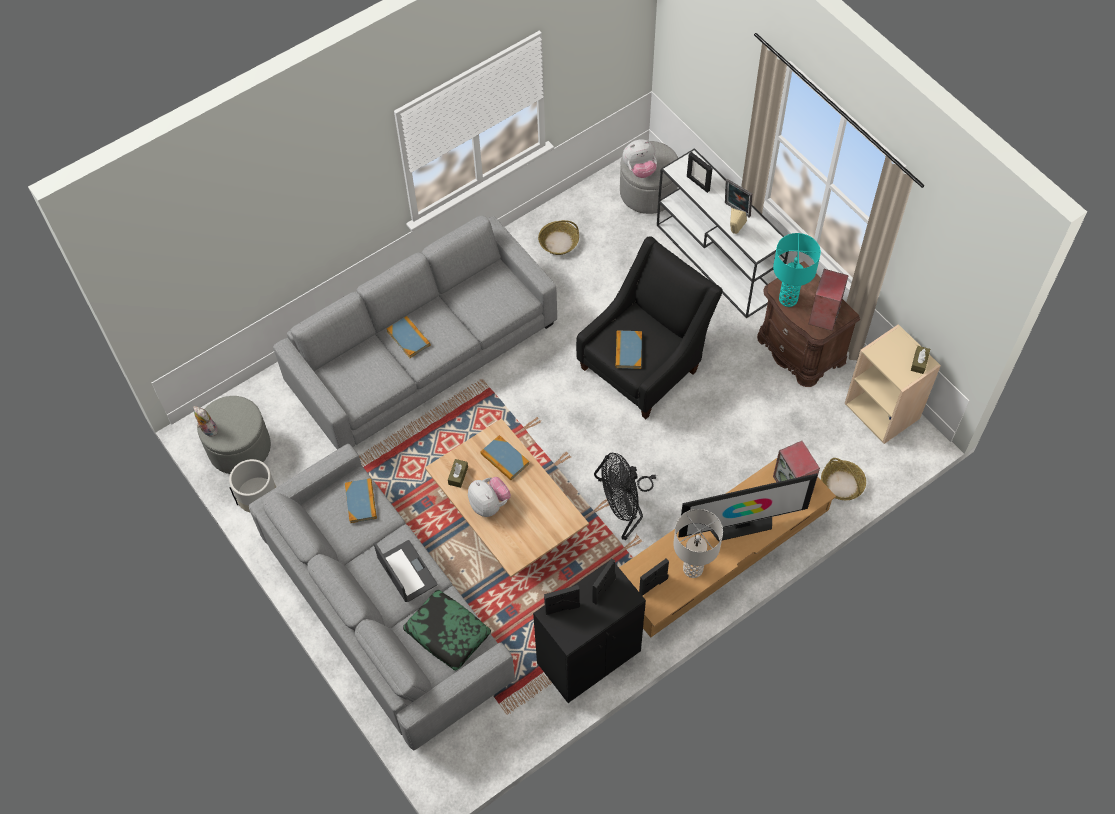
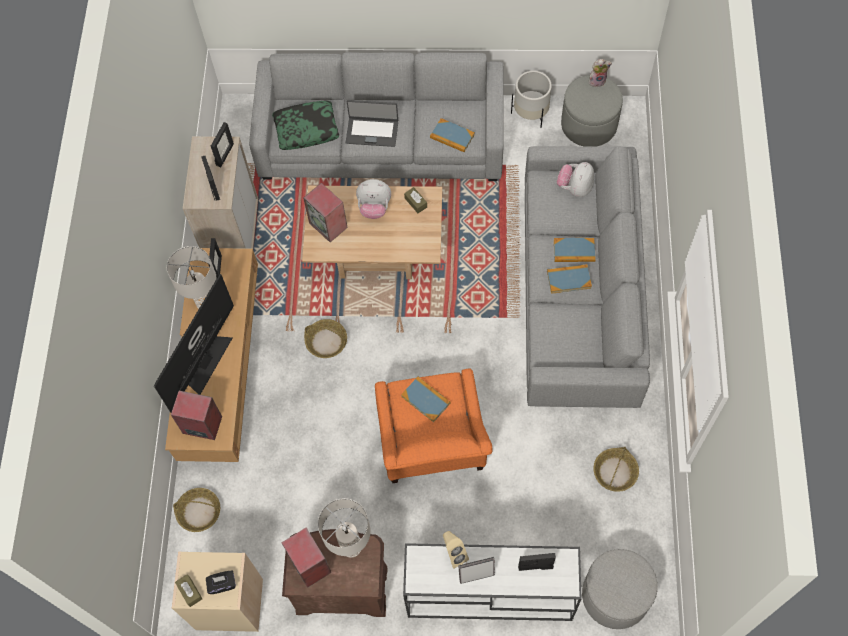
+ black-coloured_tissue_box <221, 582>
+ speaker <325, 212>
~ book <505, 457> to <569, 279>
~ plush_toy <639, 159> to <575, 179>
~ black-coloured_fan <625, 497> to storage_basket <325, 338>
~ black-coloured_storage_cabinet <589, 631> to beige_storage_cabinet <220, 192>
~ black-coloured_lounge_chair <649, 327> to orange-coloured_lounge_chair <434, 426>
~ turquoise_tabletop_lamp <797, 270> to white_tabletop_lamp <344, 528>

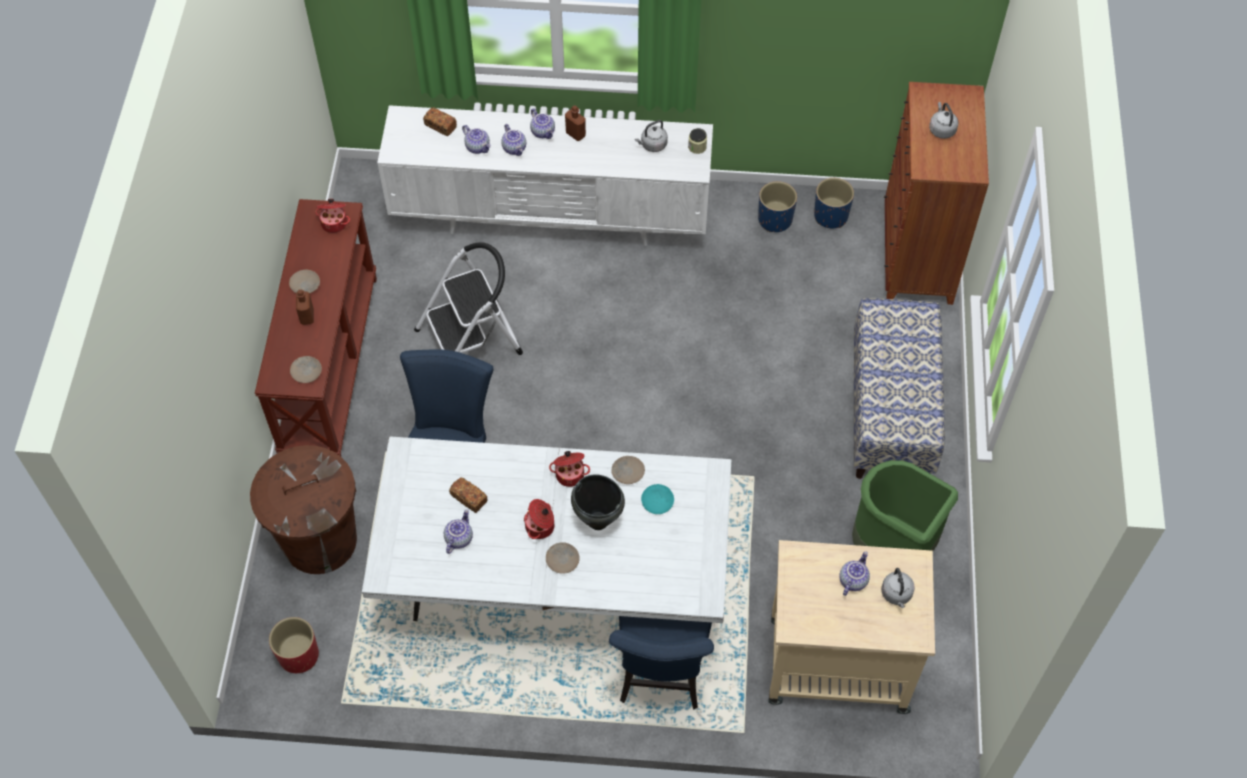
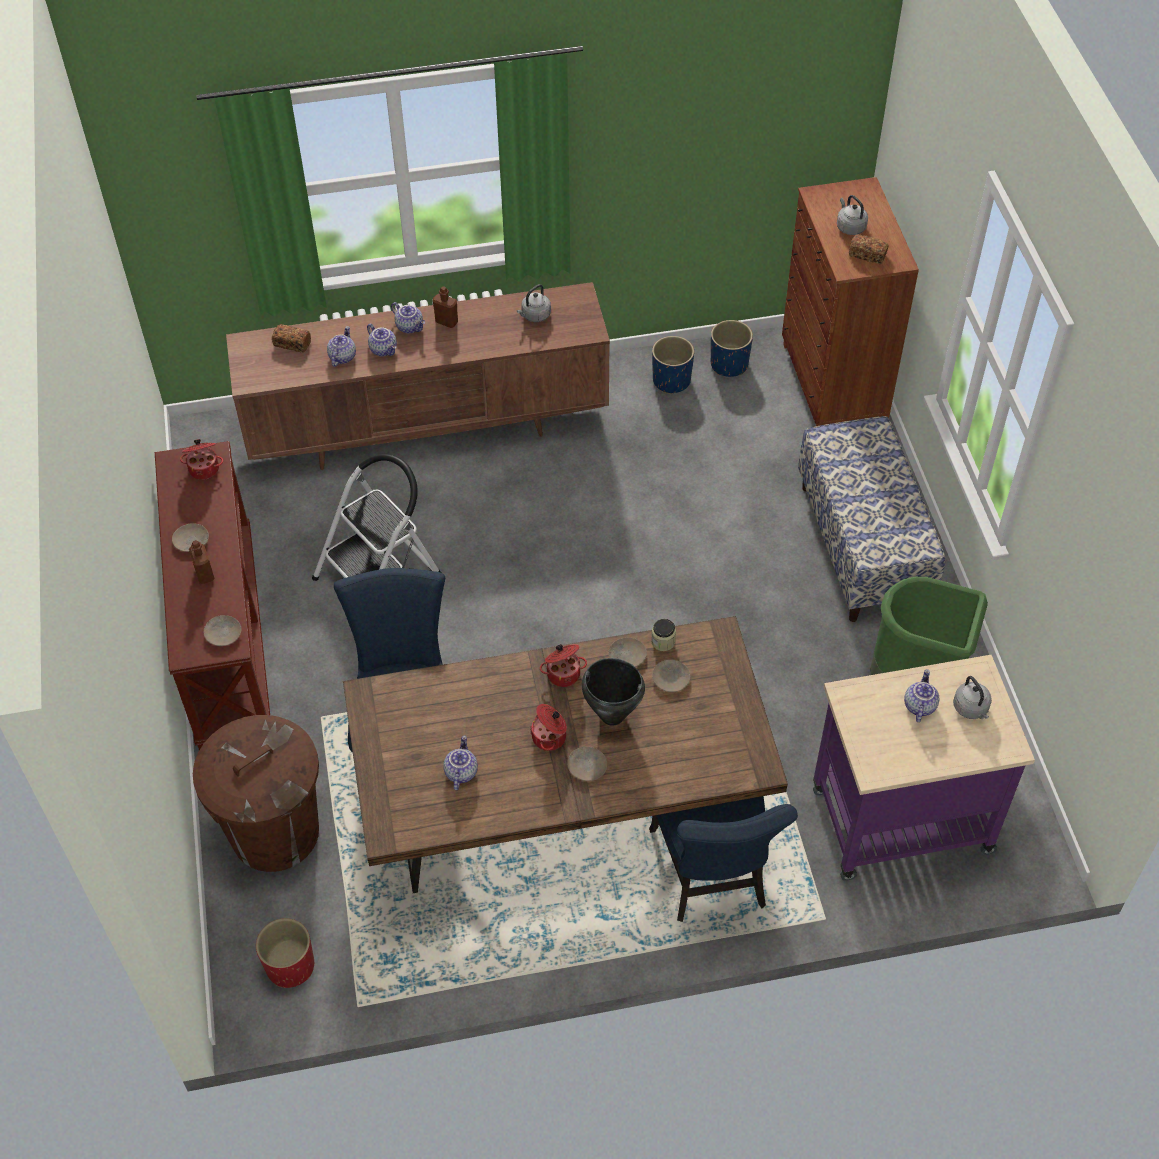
~ bakery_bread <468, 495> to <869, 249>
~ storage_jar <697, 141> to <663, 635>
~ white_dining_table <546, 529> to brown_dining_table <565, 754>
~ white_storage_cabinet <545, 175> to brown_storage_cabinet <418, 376>
~ turquoise_dinner_plate <657, 499> to beige_dinner_plate <671, 676>
~ beige_trolley <852, 627> to purple-coloured_trolley <924, 768>
~ pot_for_tea <476, 139> = <341, 346> 105 degrees counterclockwise

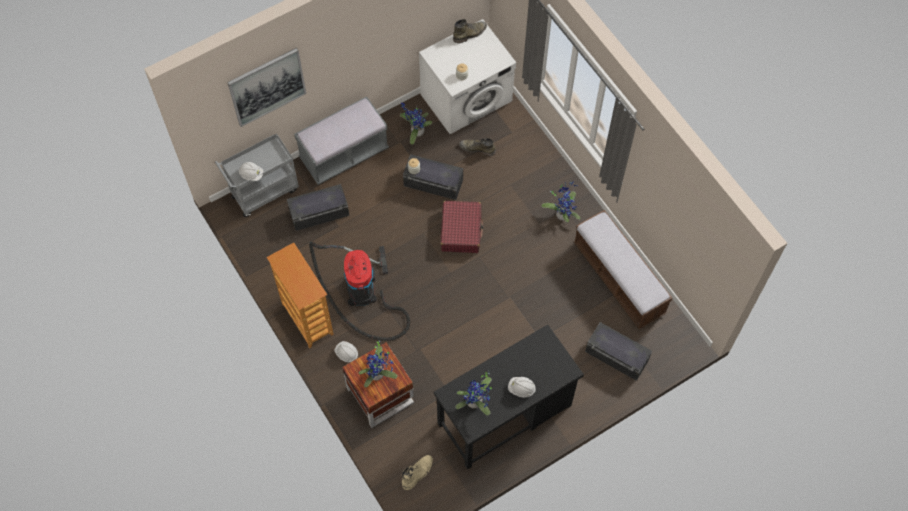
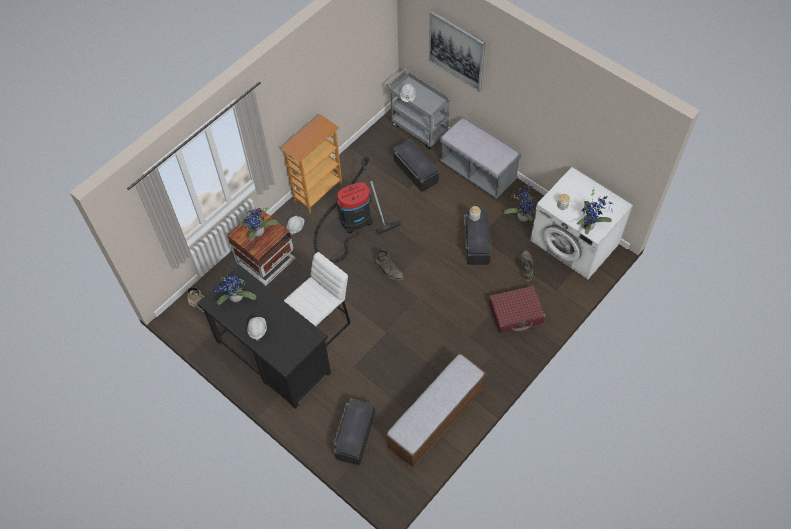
+ white_sitting_stool <317, 299>
~ reddish_piece_of_luggage <462, 227> to <517, 309>
~ green-coloured_tall_boot <470, 31> to <389, 264>
~ plant_in_a_pot <561, 201> to <594, 210>

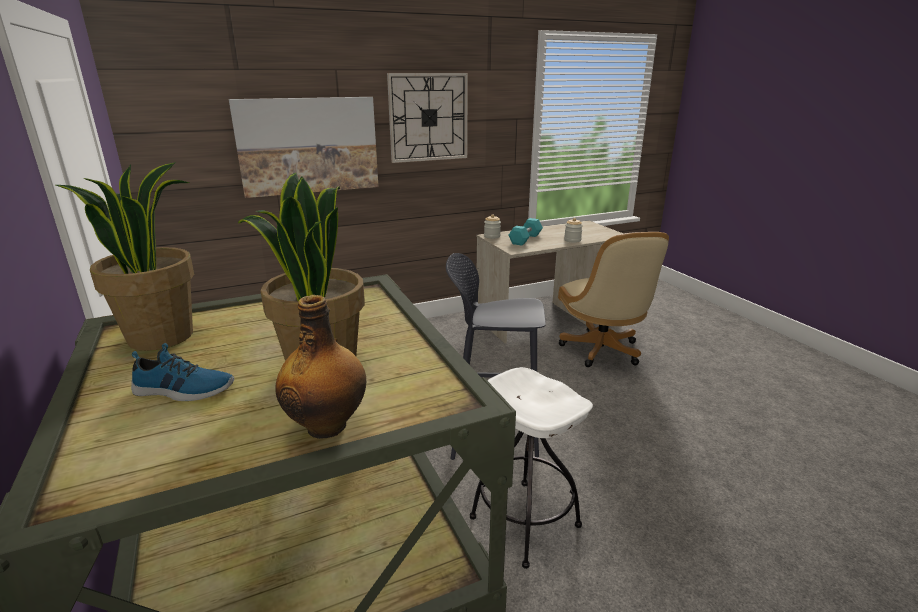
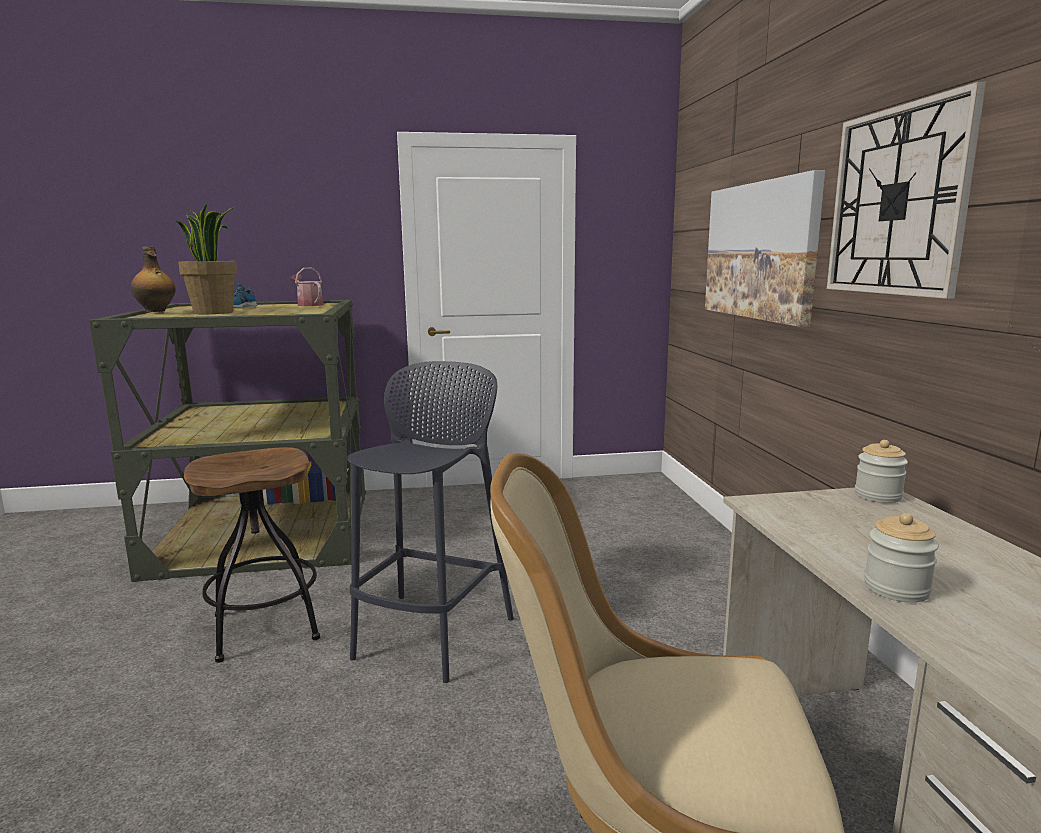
- turquoise_hand_weight <526, 232>
~ plant_in_a_pot <125, 256> to watering_can <307, 287>
~ white_sitting_stool <531, 468> to brown_sitting_stool <252, 555>

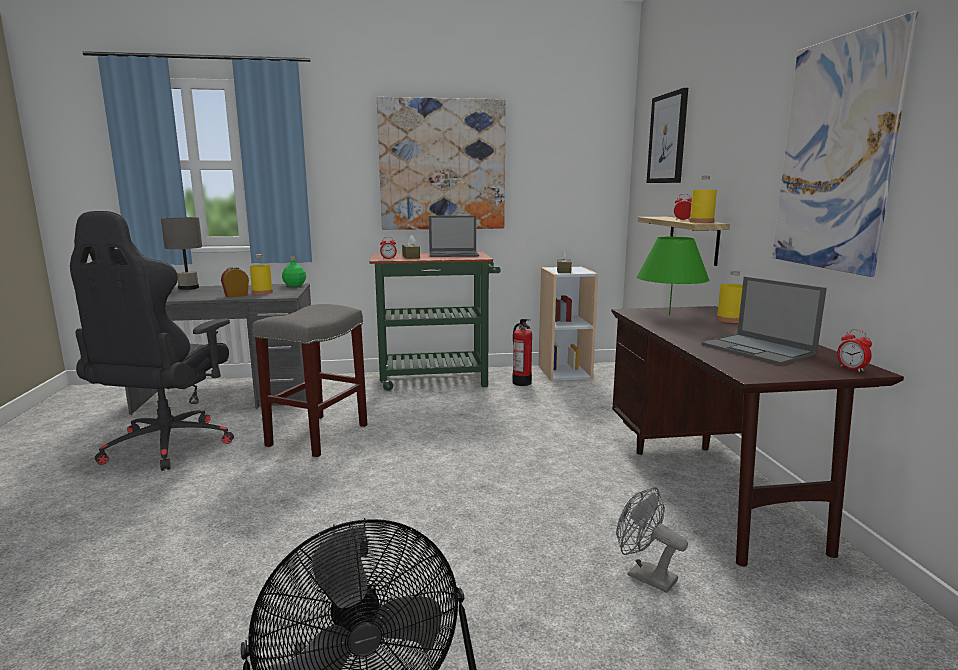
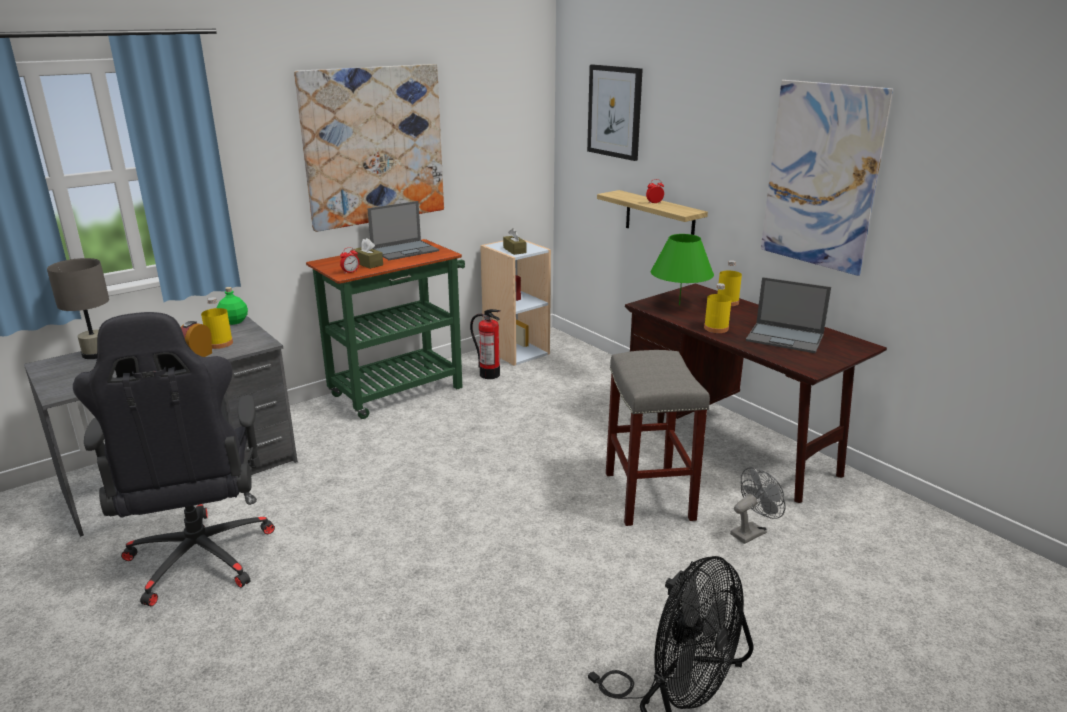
- bedside_clock <854, 350>
~ gray_sitting_stool <309, 380> to <658, 438>
~ yellow_beverage_bottle <703, 199> to <718, 308>
~ gray_fan <652, 540> = <758, 505> 135 degrees clockwise

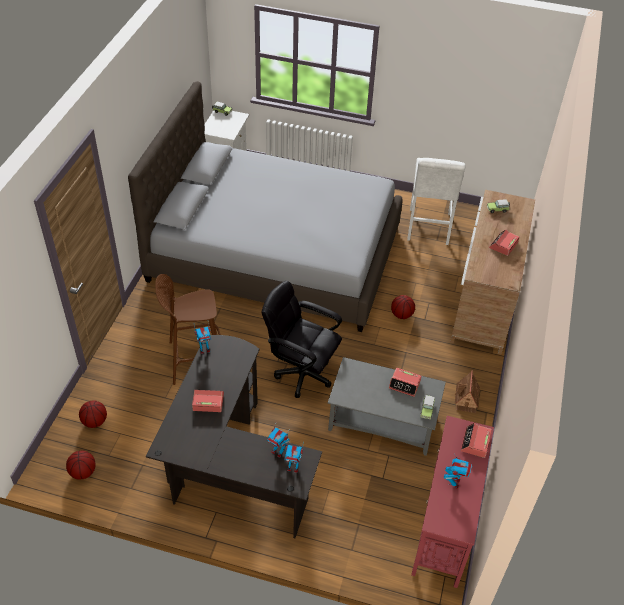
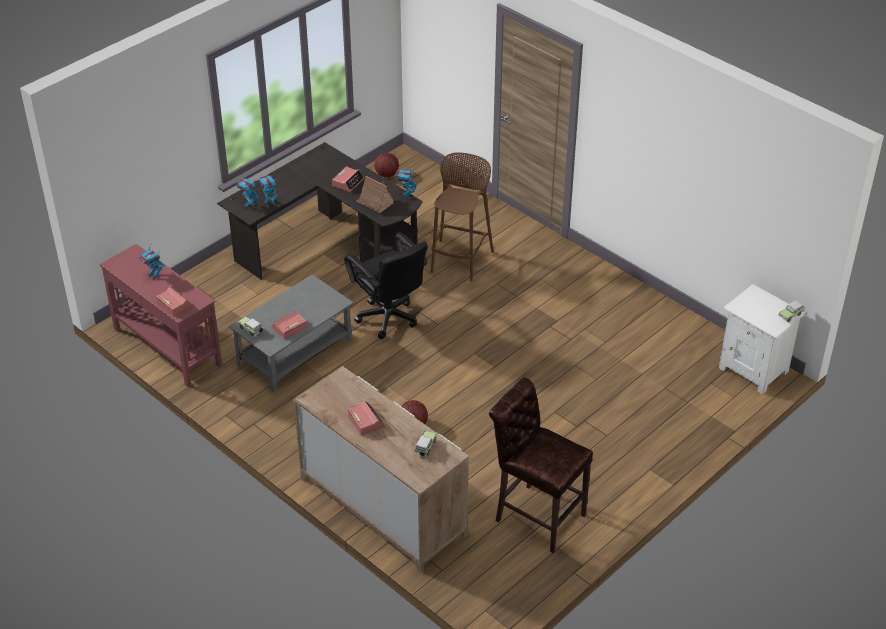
- ball_for_basketball <93, 414>
- gray_sleeping_bed <265, 206>
~ toy_house <467, 392> to <375, 195>
~ white_sitting_stool <436, 201> to brown_sitting_stool <541, 465>
~ black-coloured_desk_chair <301, 339> = <386, 285> 90 degrees clockwise

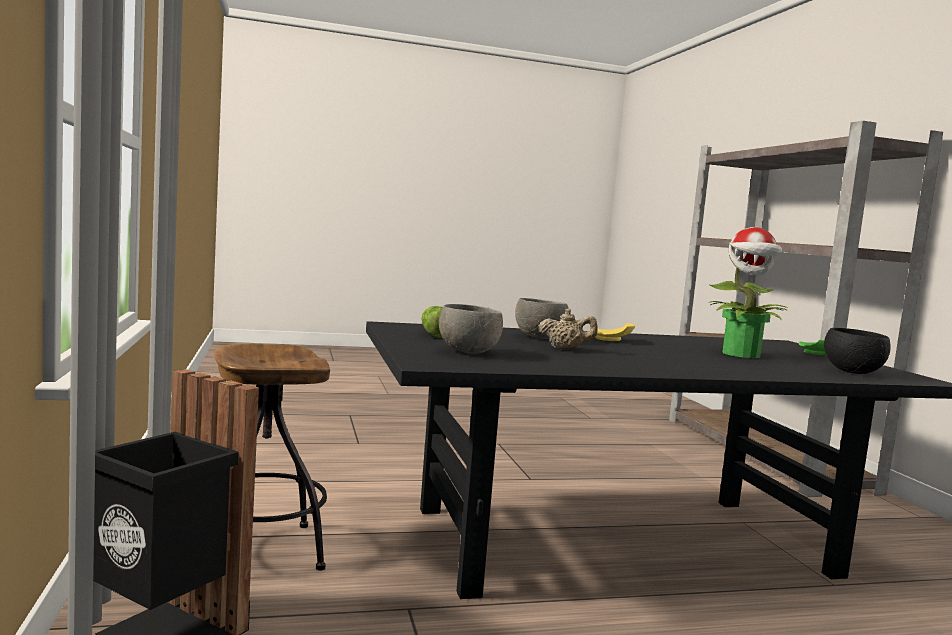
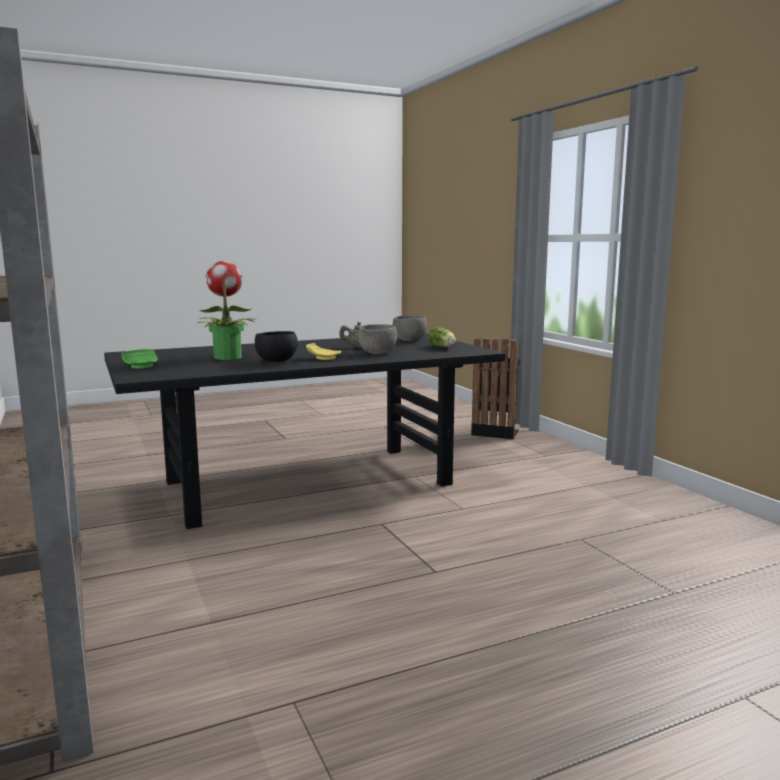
- brown_sitting_stool <272, 457>
~ black-coloured_serving_bowl <857, 351> to <276, 346>

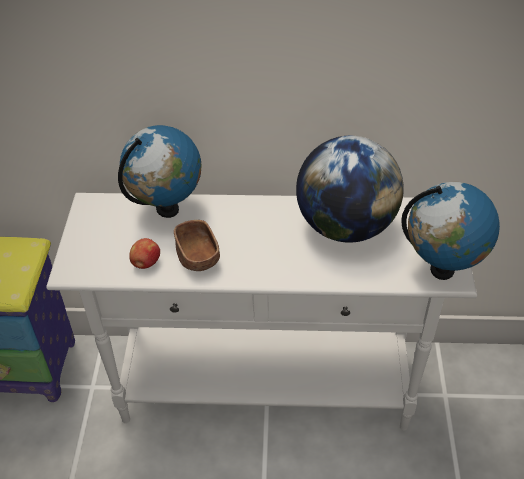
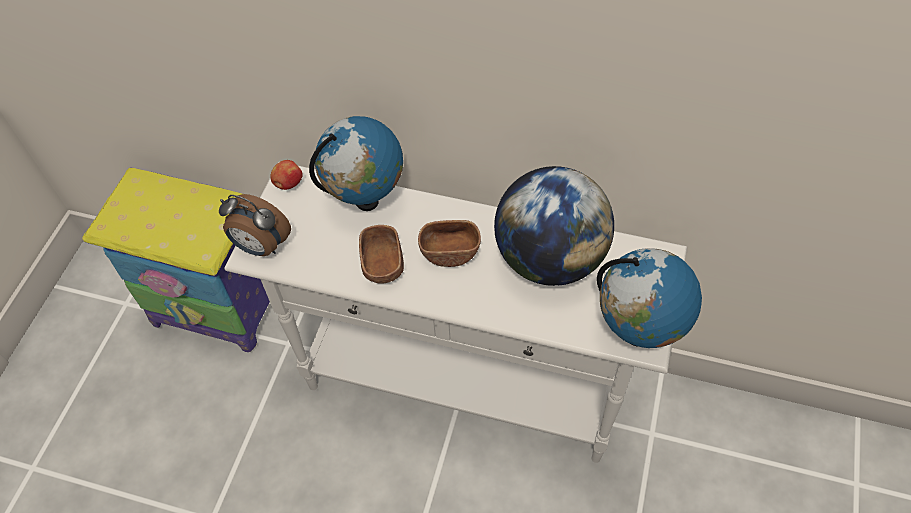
+ bedside_clock <255, 225>
+ brown_serving_bowl <449, 243>
~ apple_fruit <144, 253> to <286, 175>

